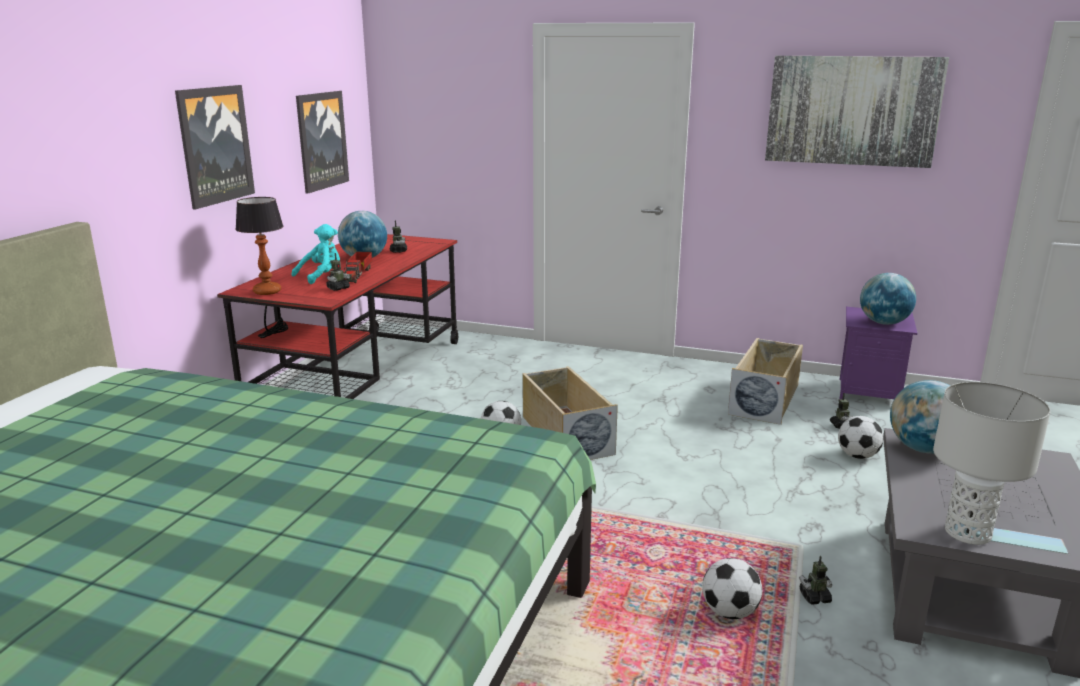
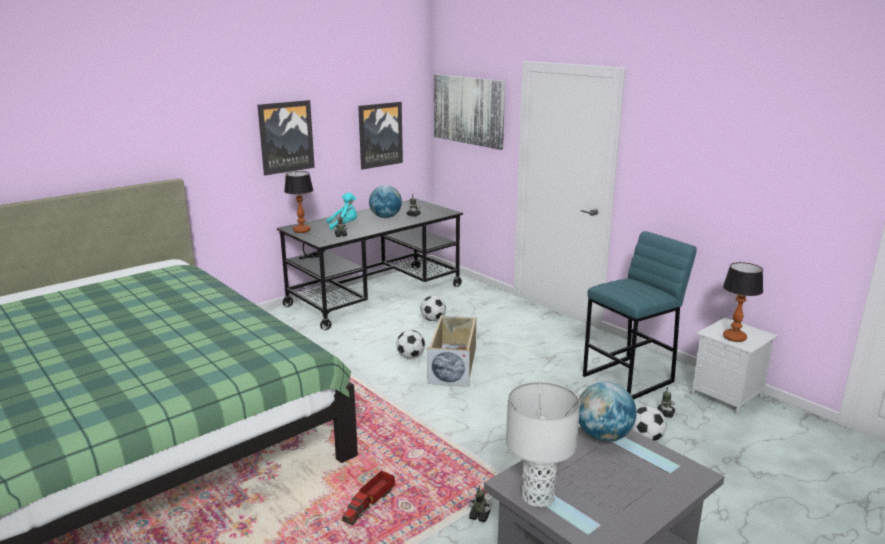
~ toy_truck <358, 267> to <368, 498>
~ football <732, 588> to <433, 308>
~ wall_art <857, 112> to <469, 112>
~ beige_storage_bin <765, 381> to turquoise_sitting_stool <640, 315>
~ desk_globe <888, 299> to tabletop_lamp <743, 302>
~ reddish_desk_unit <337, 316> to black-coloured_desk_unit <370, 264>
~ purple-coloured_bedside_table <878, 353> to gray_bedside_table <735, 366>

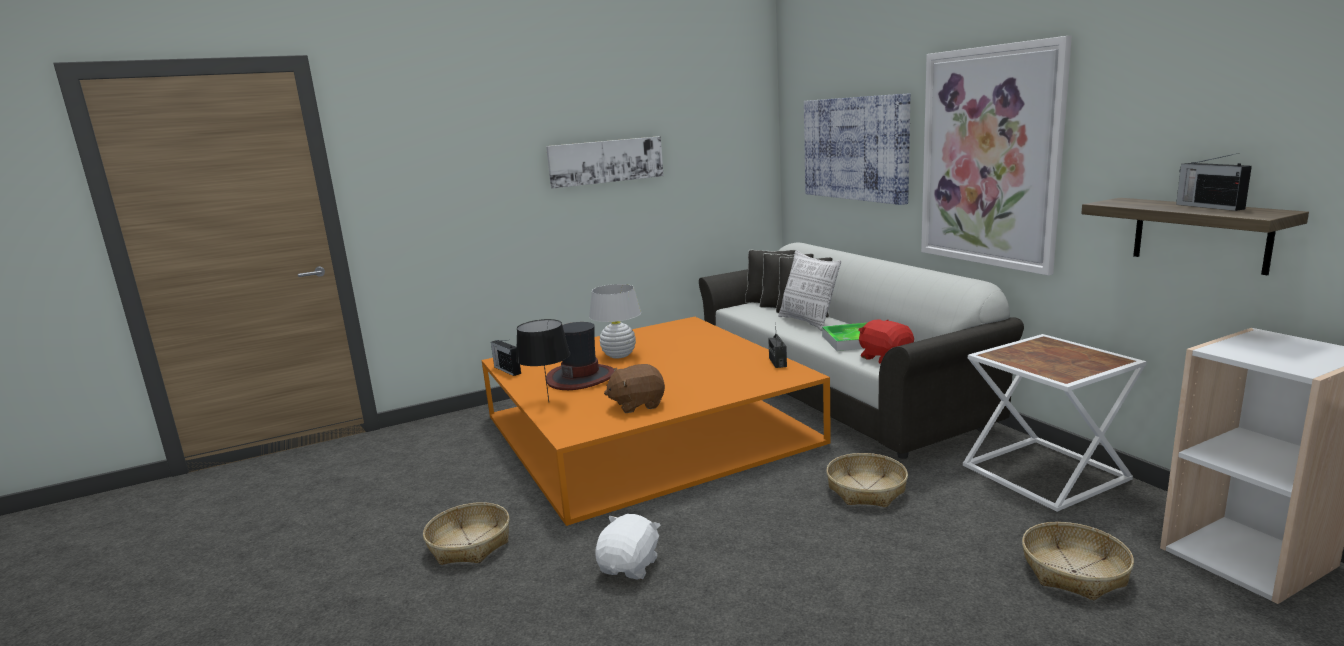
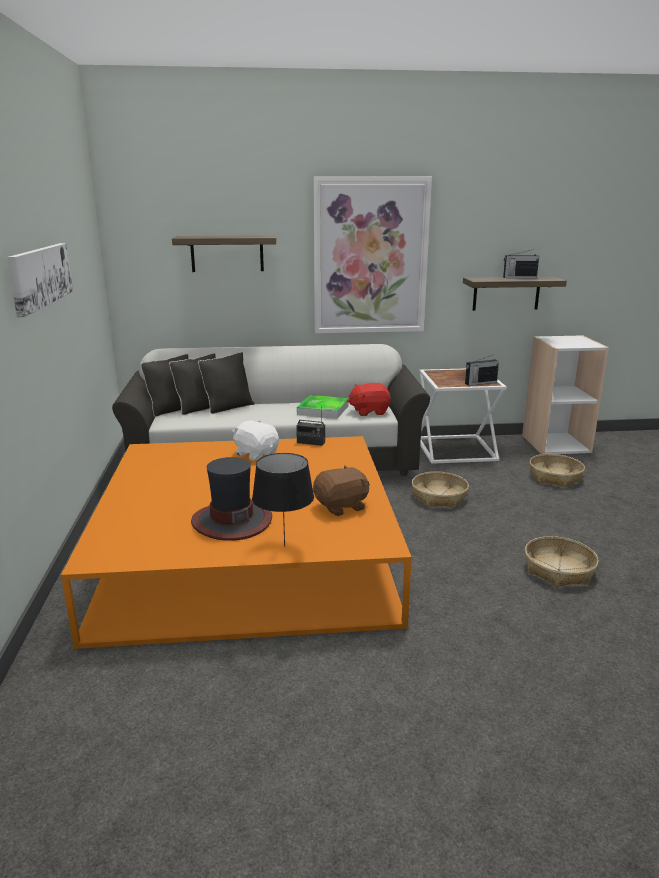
- white_tabletop_lamp <615, 321>
- cushion <809, 290>
~ storage_basket <466, 533> to <562, 561>
~ radio_receiver <506, 358> to <482, 371>
~ white_plush_toy <627, 547> to <255, 440>
~ wall_art <857, 149> to bracket_shelf <224, 253>
~ brown_plush_toy <634, 388> = <341, 490> 120 degrees counterclockwise

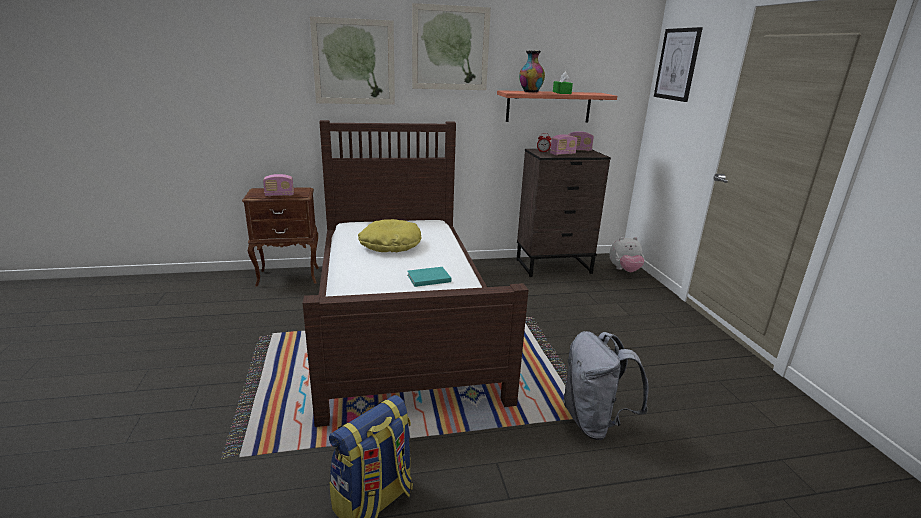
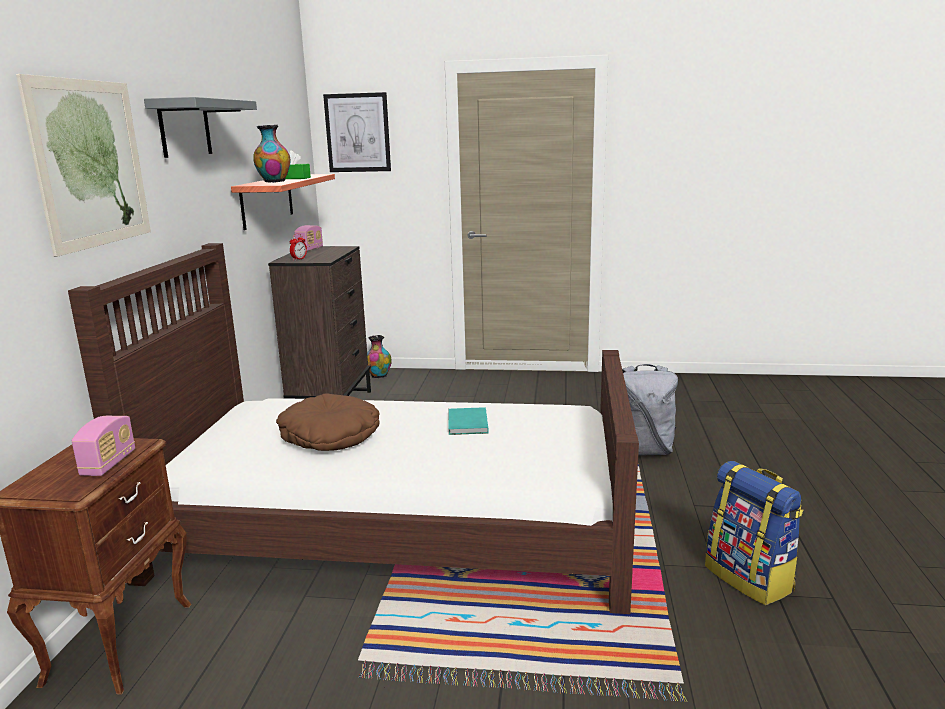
- radio_receiver <563, 144>
~ wall_art <451, 46> to gray_bracket_shelf <200, 127>
~ plush_toy <626, 254> to decorative_vase <379, 356>
~ yellow_cushion <390, 235> to brown_cushion <328, 422>

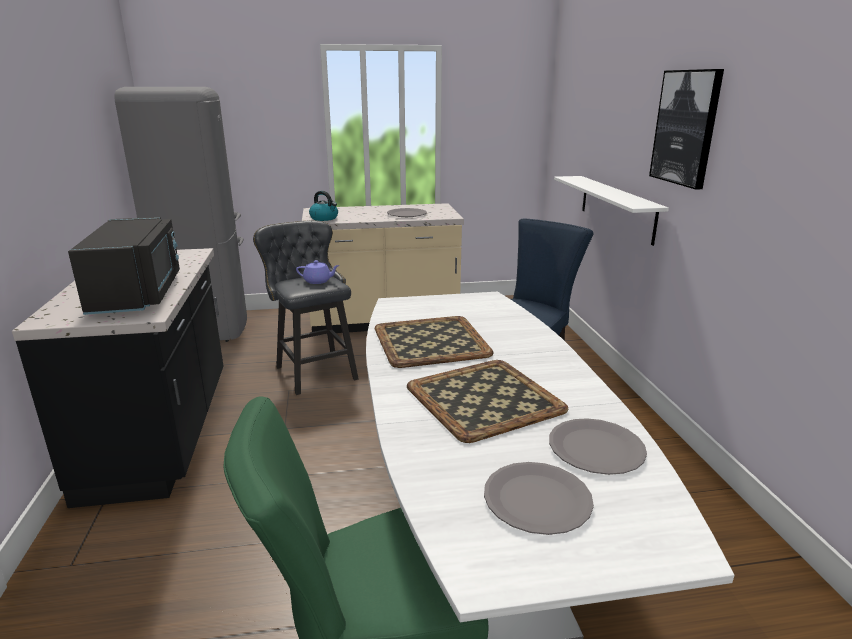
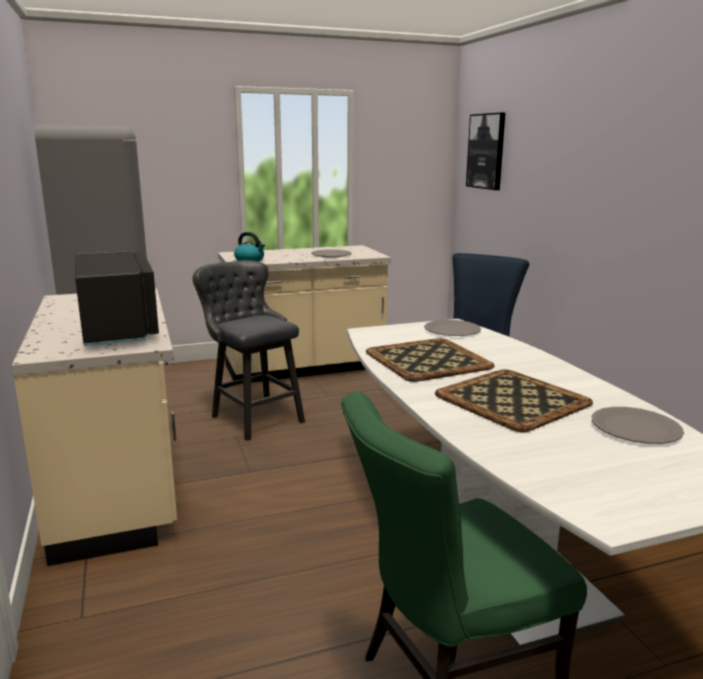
- purple-coloured_pot_for_tea <318, 272>
- white_bracket_shelf <611, 211>
~ gray_dinner_plate <539, 498> to <452, 328>
~ wall_art <686, 129> to <485, 151>
~ black-coloured_kitchen_base_unit <117, 378> to beige_kitchen_base_unit <94, 427>

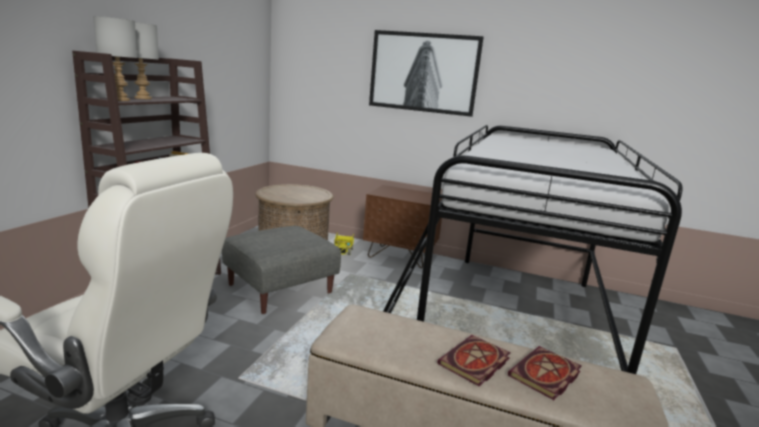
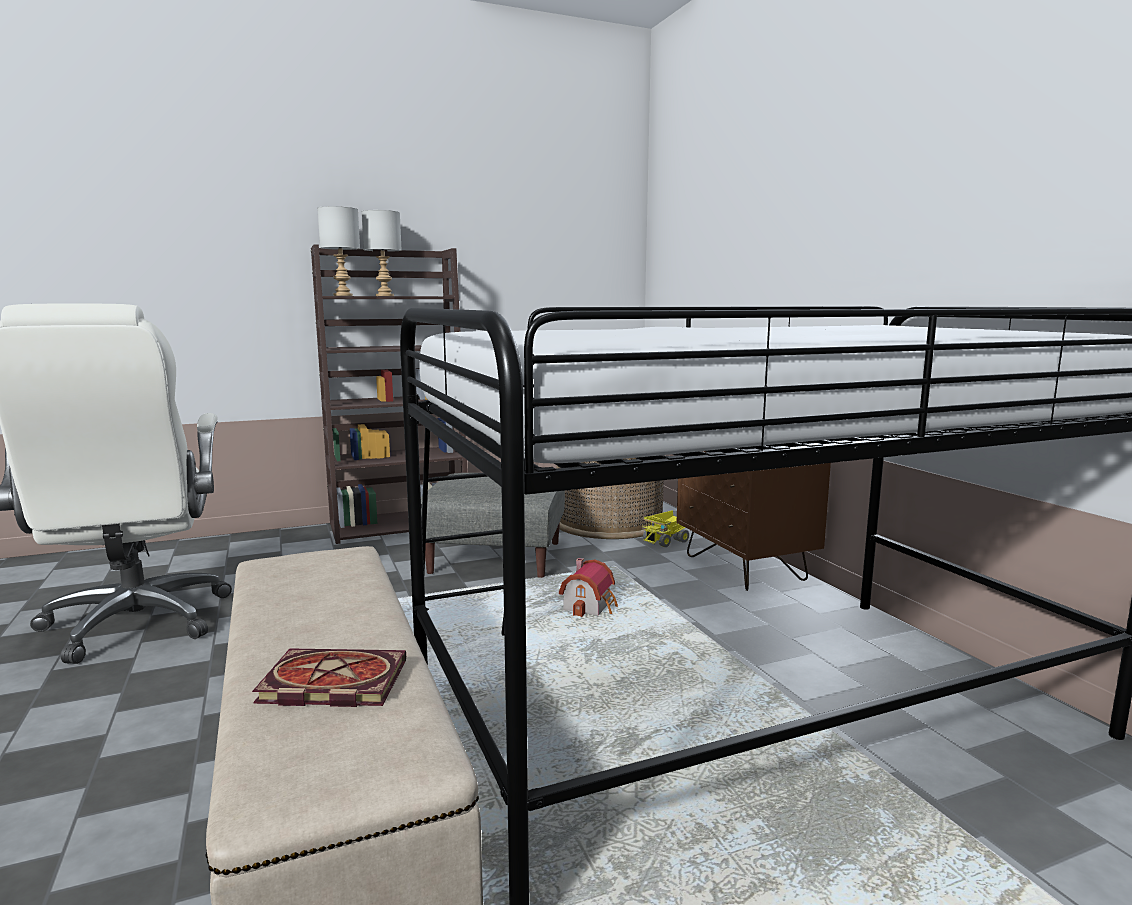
- wall_art <426, 73>
- book <474, 360>
+ toy_house <588, 587>

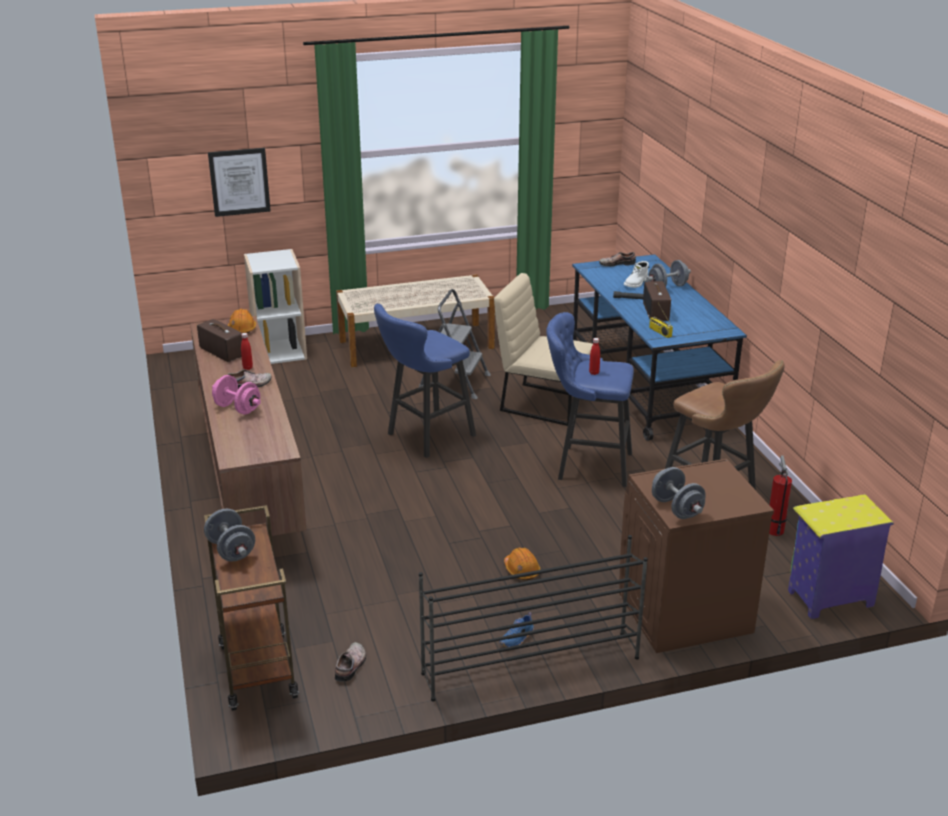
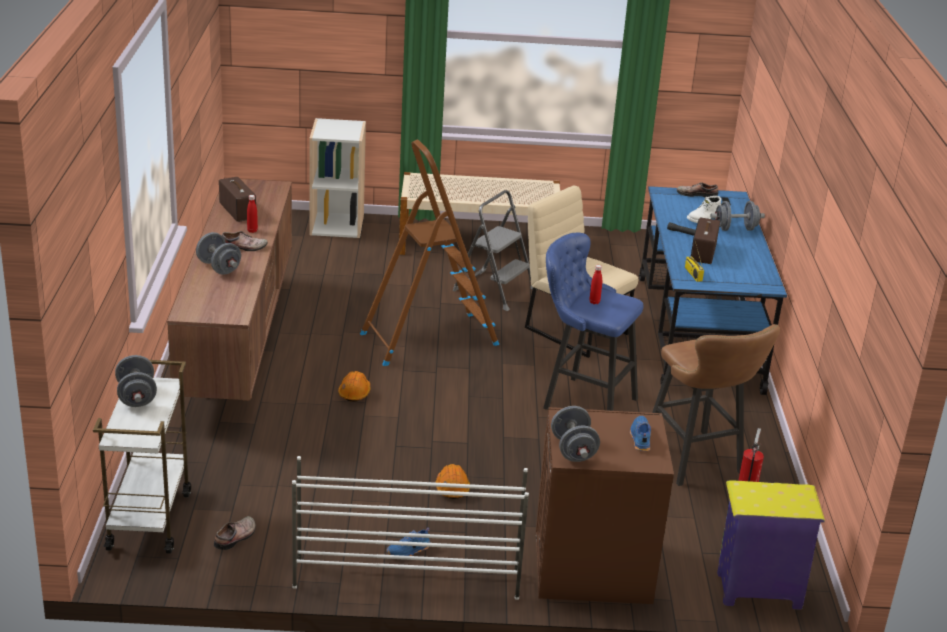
- wall_art <239, 182>
+ blue_shoe <640, 433>
~ orange-coloured_work_helmet <242, 321> to <354, 386>
~ blue_sitting_stool <425, 381> to brown_step_ladder <429, 253>
~ brown_trolley <251, 608> to white_trolley <142, 457>
~ pink-coloured_hand_weight <236, 394> to gray_hand_weight <218, 253>
~ black-coloured_shoe_shelf <533, 618> to white_shoe_shelf <410, 528>

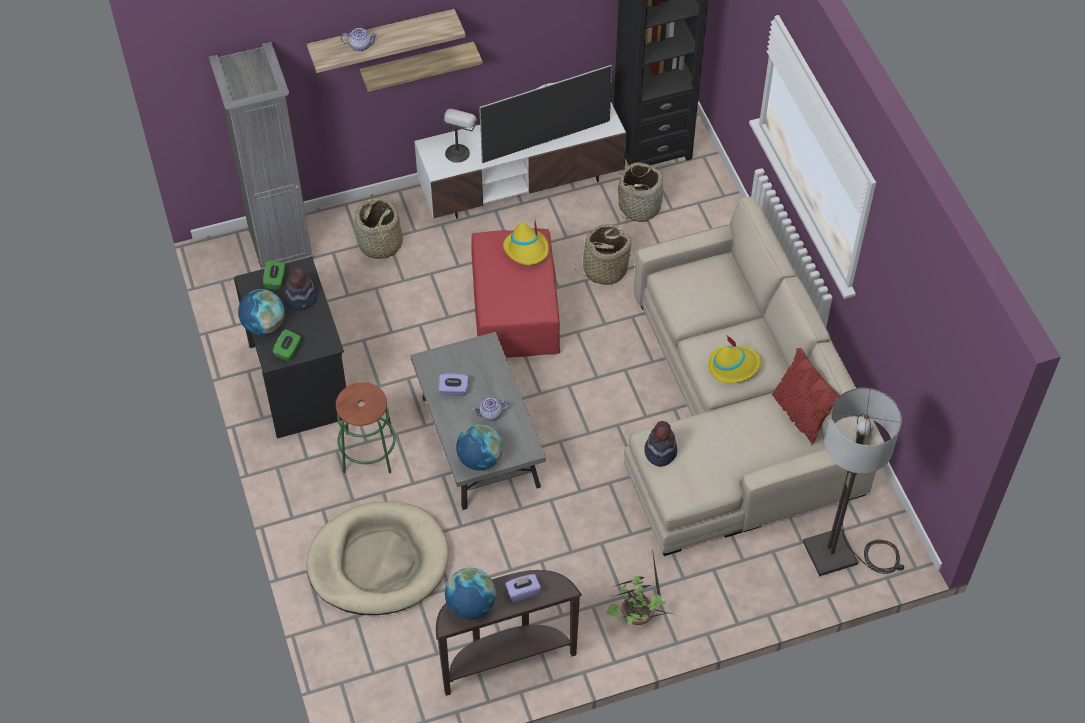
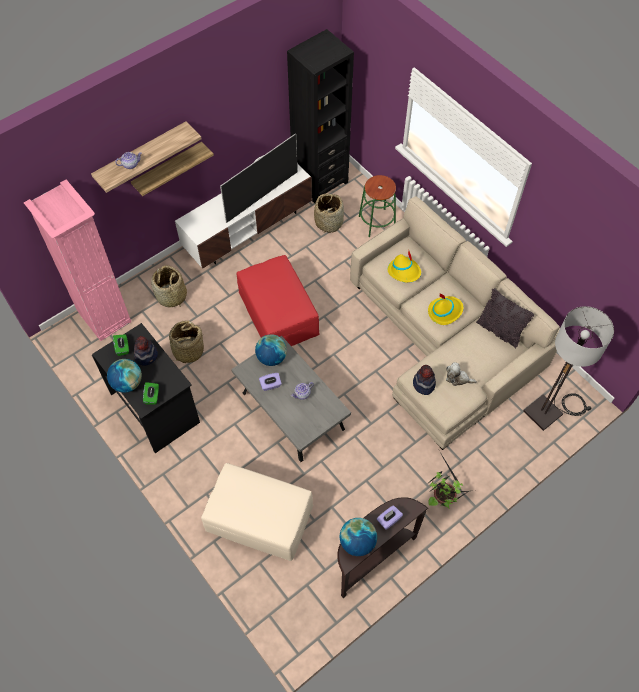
- tabletop_lamp <458, 136>
+ plush_toy <461, 374>
~ green-coloured_sitting_stool <366, 427> to <377, 206>
~ desk_globe <479, 447> to <271, 350>
~ yellow_clothing_hat <526, 242> to <404, 266>
~ storage_basket <603, 254> to <185, 342>
~ beige_pet_bed <378, 558> to beige_footrest <257, 512>
~ gray_storage_cabinet <261, 155> to pink-coloured_storage_cabinet <77, 260>
~ reddish_cushion <806, 396> to black-coloured_cushion <505, 318>

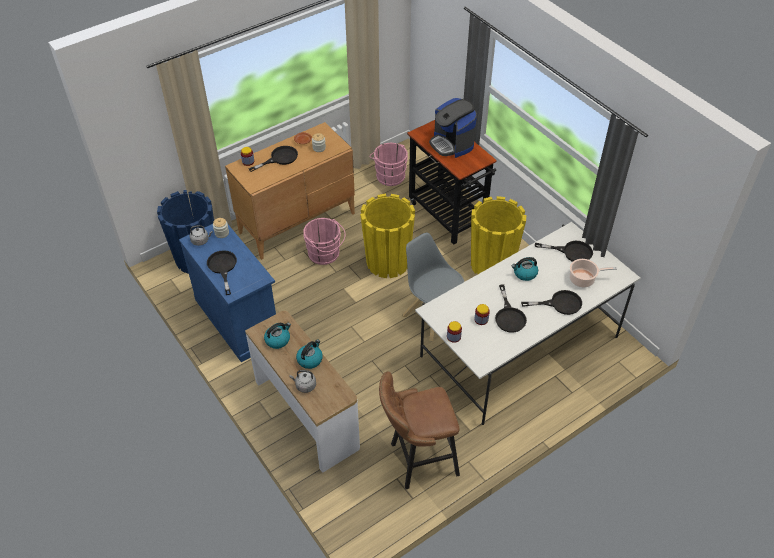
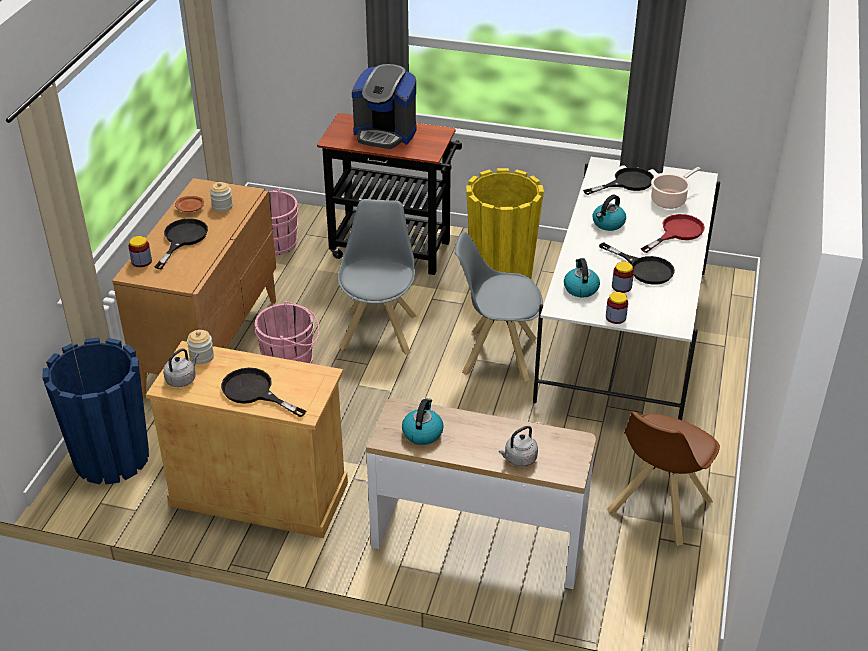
~ water_kettle <309, 354> to <582, 277>
~ yellow_planter <387, 236> to gray_plain_chair <377, 277>
~ brown_sitting_stool <419, 430> to brown_plain_chair <664, 479>
~ blue_storage_cabinet <227, 292> to beige_storage_cabinet <247, 439>
~ black-coloured_skillet <551, 302> to reddish_skillet <673, 233>

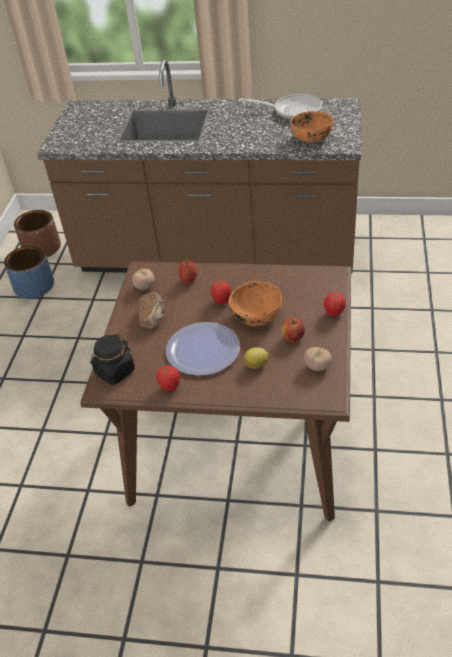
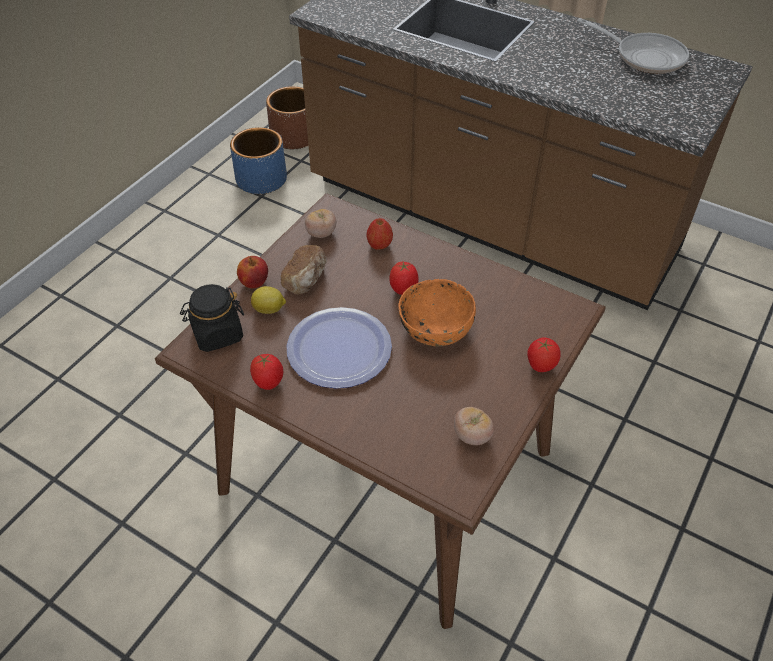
- orange-coloured_serving_bowl <311, 126>
~ citrus_fruit <256, 358> to <268, 300>
~ apple_fruit <293, 330> to <252, 272>

